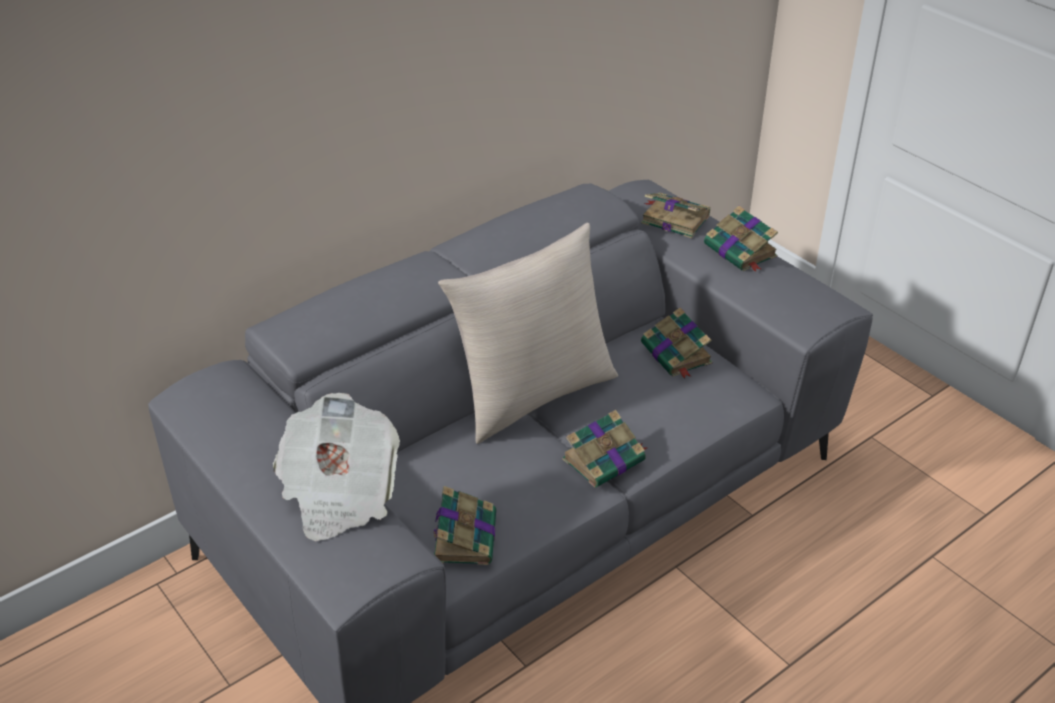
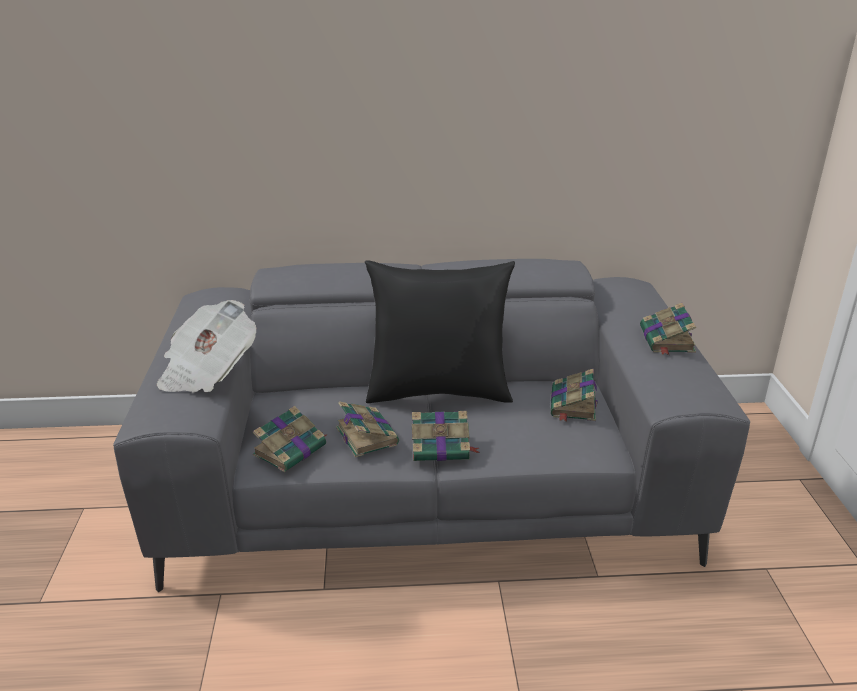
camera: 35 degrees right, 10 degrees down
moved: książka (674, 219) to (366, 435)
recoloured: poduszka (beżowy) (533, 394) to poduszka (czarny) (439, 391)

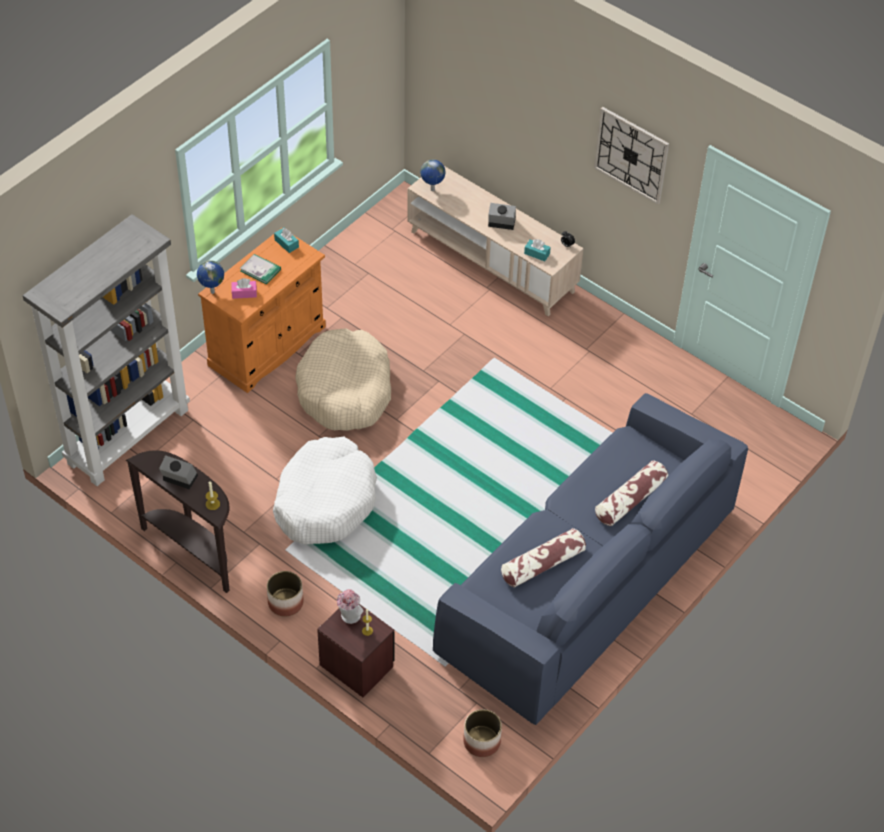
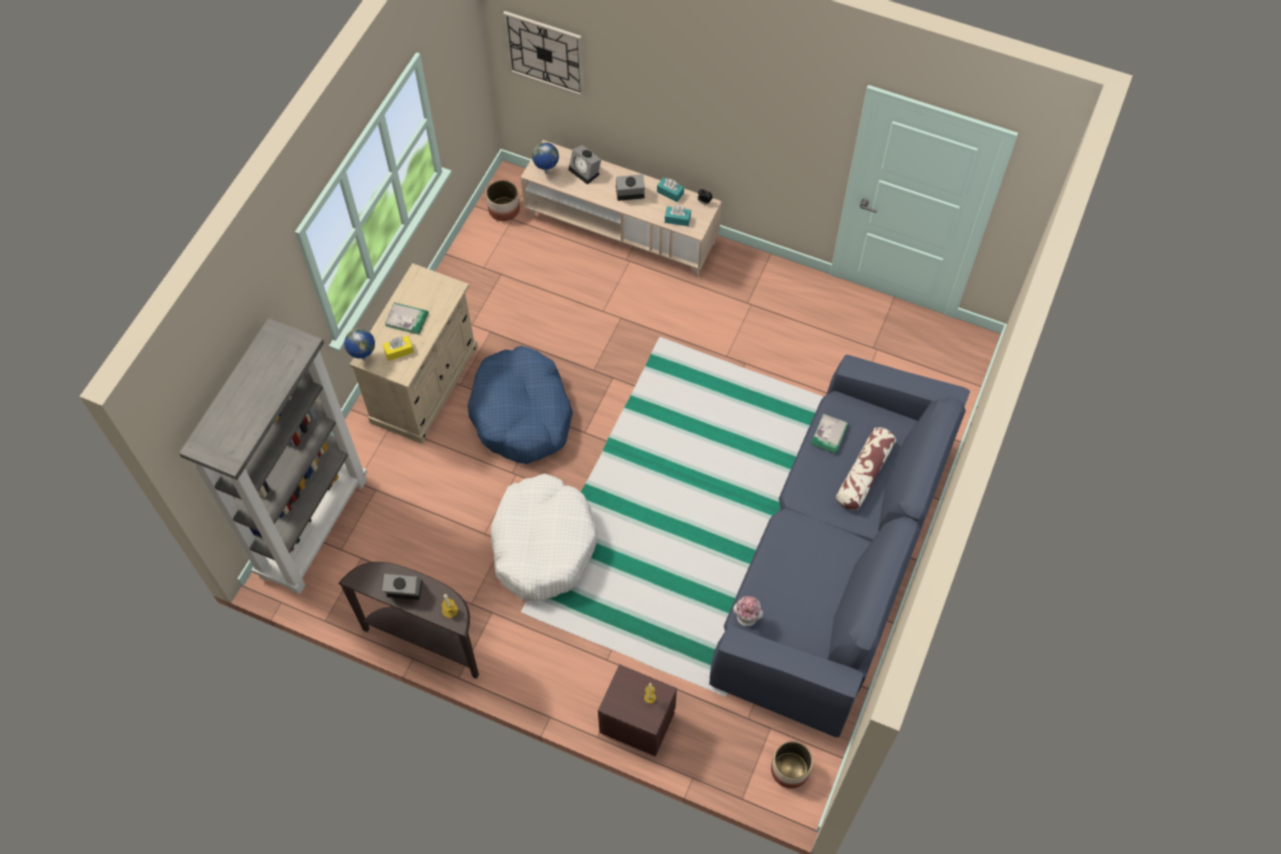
camera: 15 degrees left, 10 degrees up
removed: poduszka (542, 564)
added: budzik (585, 171); książka (829, 435)
moved: donica (285, 602) to (504, 209); pudełko chusteczek (turkusowy) (286, 243) to (670, 192); kapelusz (349, 617) to (746, 619); zegar ścienny (631, 155) to (545, 53)
recoloured: szafka (pomarańczowy) (267, 346) to szafka (beżowy) (425, 384); pudełko chusteczek (różowy) (244, 293) to pudełko chusteczek (żółty) (399, 351); legowisko (beżowy) (345, 390) to legowisko (niebieski) (522, 414)

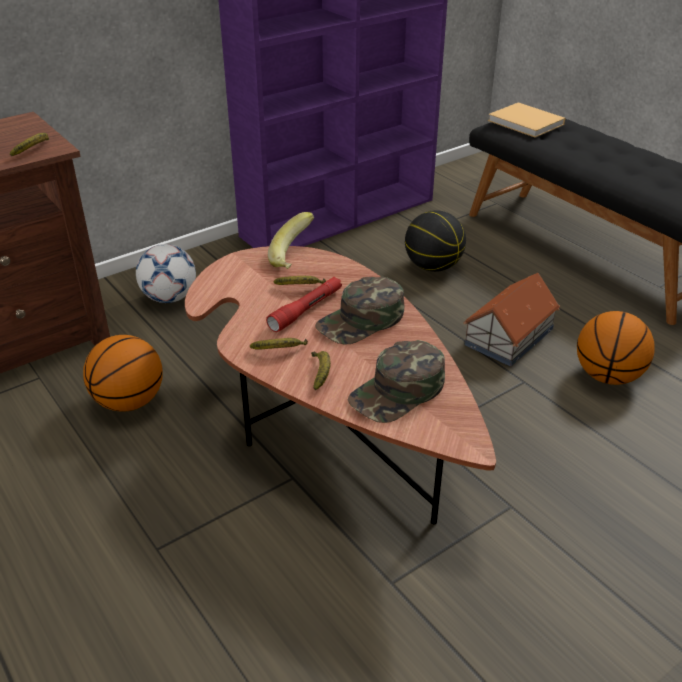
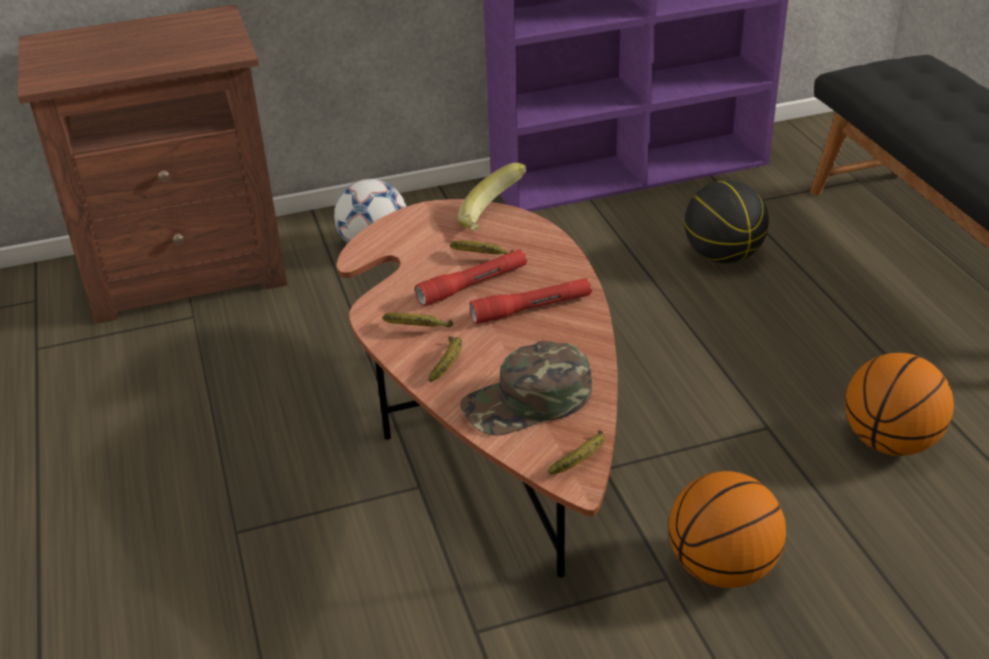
camera: 20 degrees right, 0 degrees up
removed: domek (510, 336); książka (beżowy) (527, 123)
moved: banan (35, 150) to (582, 460); piłka do koszykówki (130, 402) to (722, 568)
replaced: czapka z daszkiem (zielony) (361, 320) to latarka (czerwony) (531, 309)

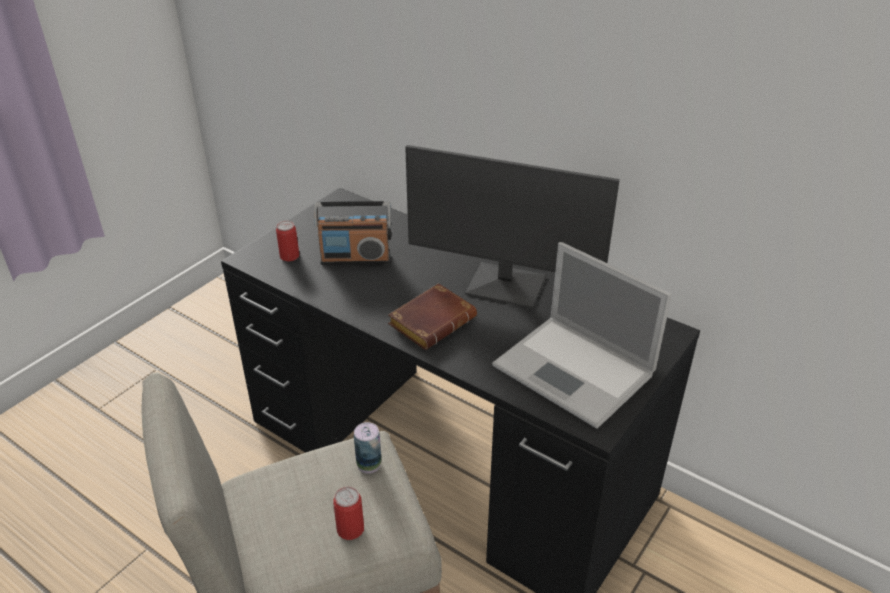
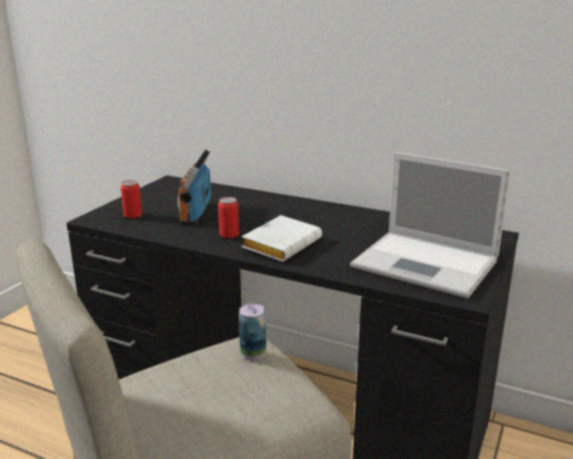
camera: 10 degrees left, 15 degrees down
removed: monitor (505, 286)
moved: puszka (350, 529) to (229, 235)
recoloured: książka (brązowy) (432, 320) to książka (biały) (281, 244)
turned: radio (355, 259) = (195, 213) 105 degrees clockwise

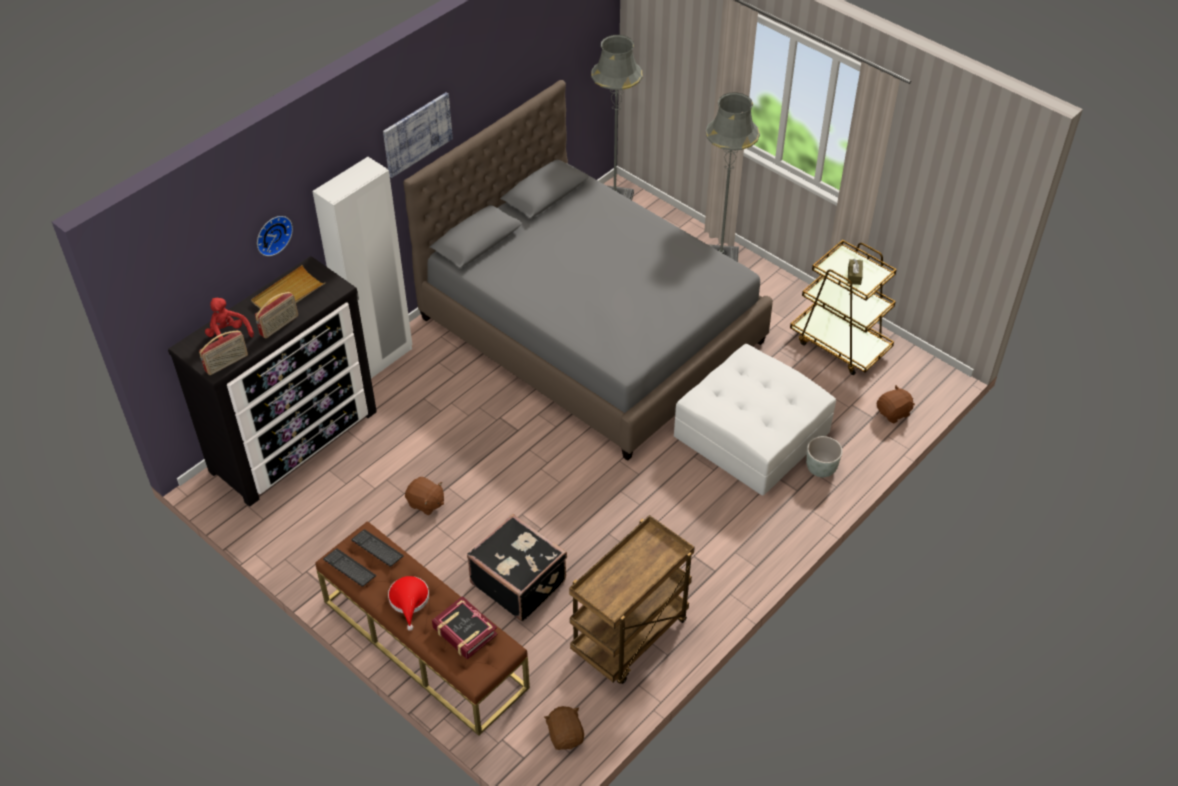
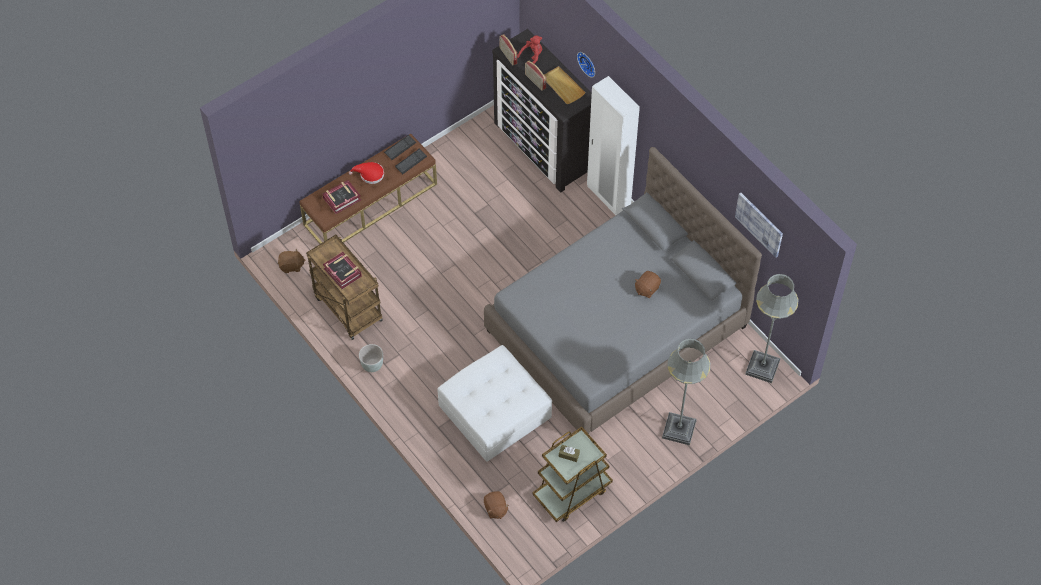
camera: 100 degrees right, 10 degrees up
removed: walizka (czarny) (519, 581)
added: książka (343, 272)
moved: obraz (417, 134) to (759, 224); pluszak (brązowy) (426, 503) to (646, 289); donica (szary) (821, 469) to (372, 365)

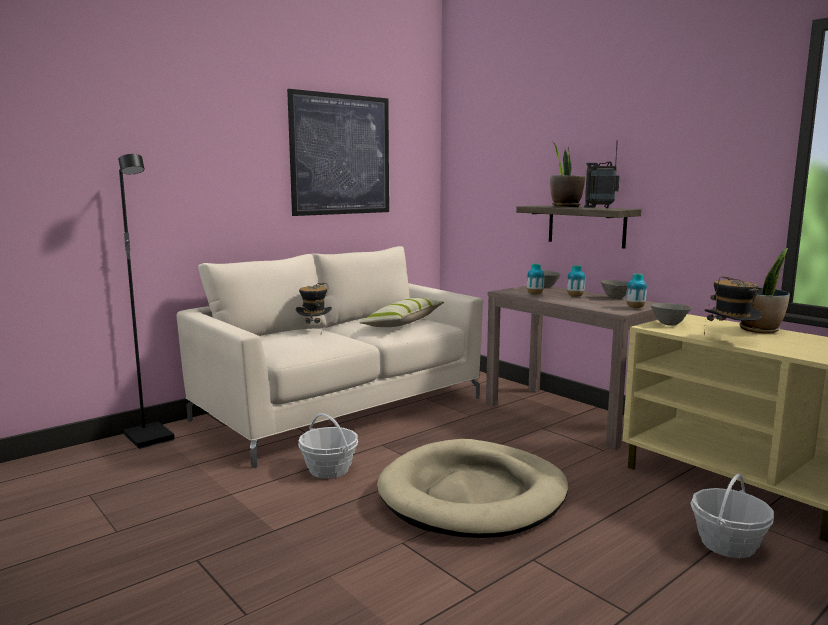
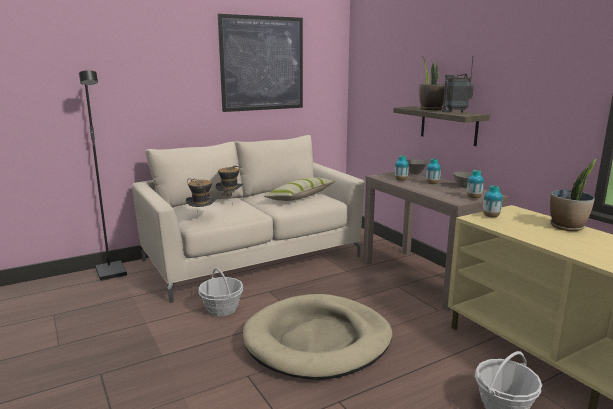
camera: 10 degrees right, 5 degrees up
moved: kapelusz (729, 340) to (202, 217)
replaced: miska (szary) (669, 324) to wazon (491, 216)

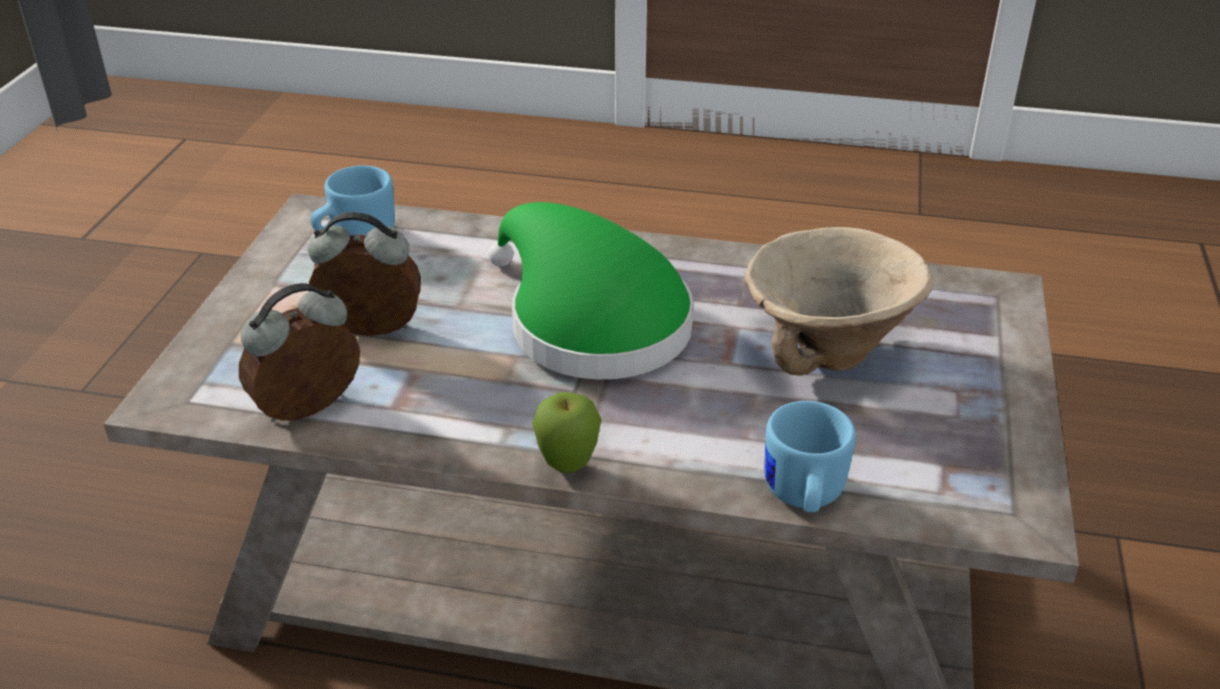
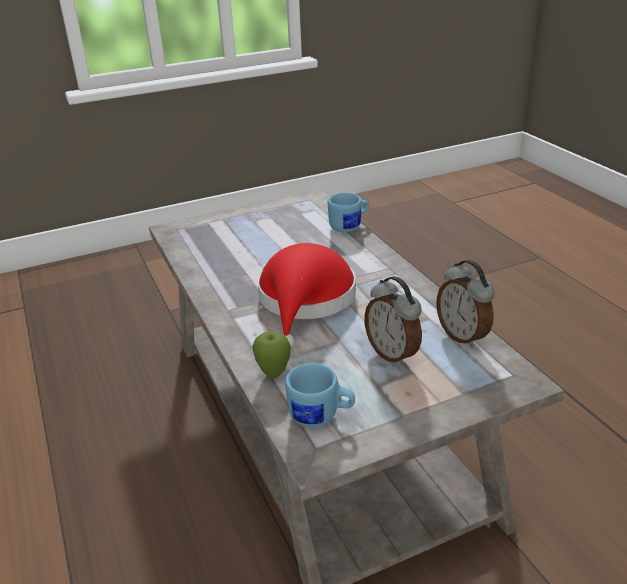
camera: 125 degrees left, 5 degrees down
removed: miska (beżowy) (826, 349)
moved: jabłko (567, 467) to (273, 374)
recoloured: kapelusz (zielony) (589, 323) to kapelusz (czerwony) (305, 301)
turned: budzik (311, 411) = (463, 336) 45 degrees clockwise

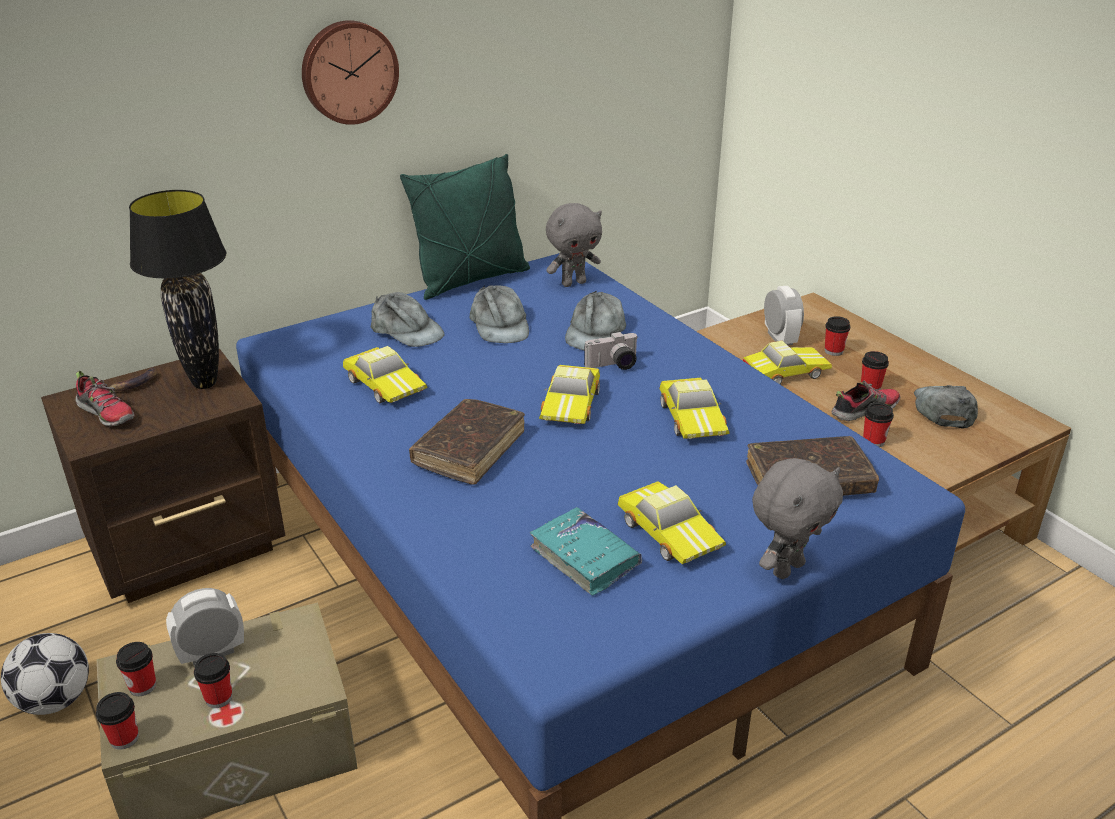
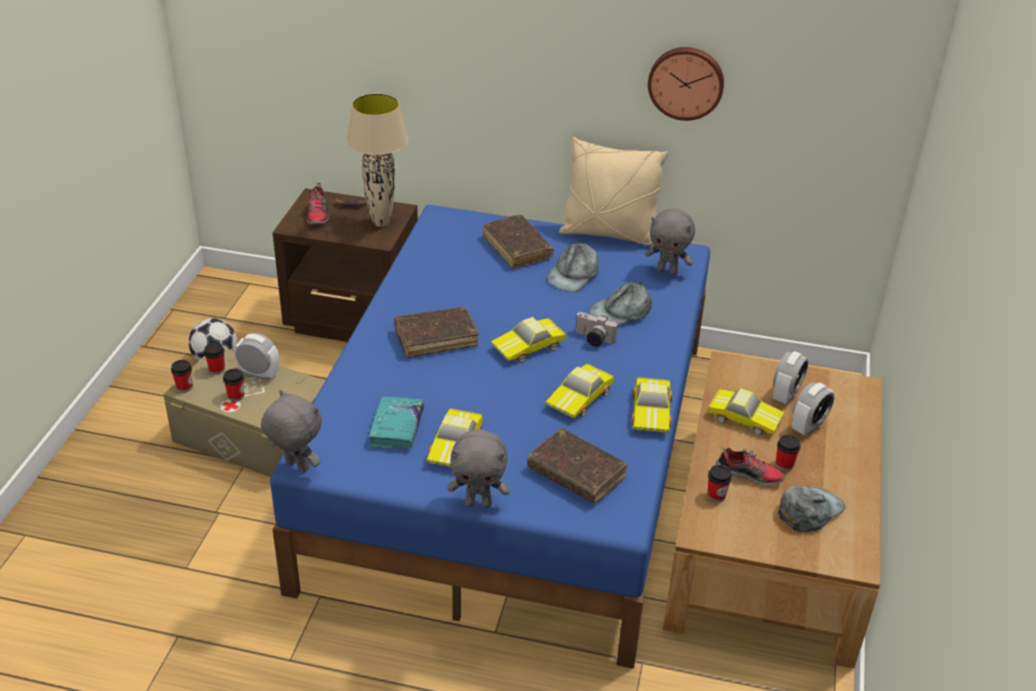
camera: 45 degrees right, 5 degrees up
added: pluszak (szary) (296, 467)
moved: zegar ścienny (348, 71) to (686, 82); samochodzik (386, 384) to (652, 412)
replaced: czapka z daszkiem (szary) (406, 330) to książka (brązowy) (517, 248); filiżanka (833, 351) to budzik (808, 426)
recoloured: lampa stołowa (czarny) (204, 383) to lampa stołowa (beżowy) (381, 222); poduszka (zielony) (471, 280) to poduszka (beżowy) (608, 234)

